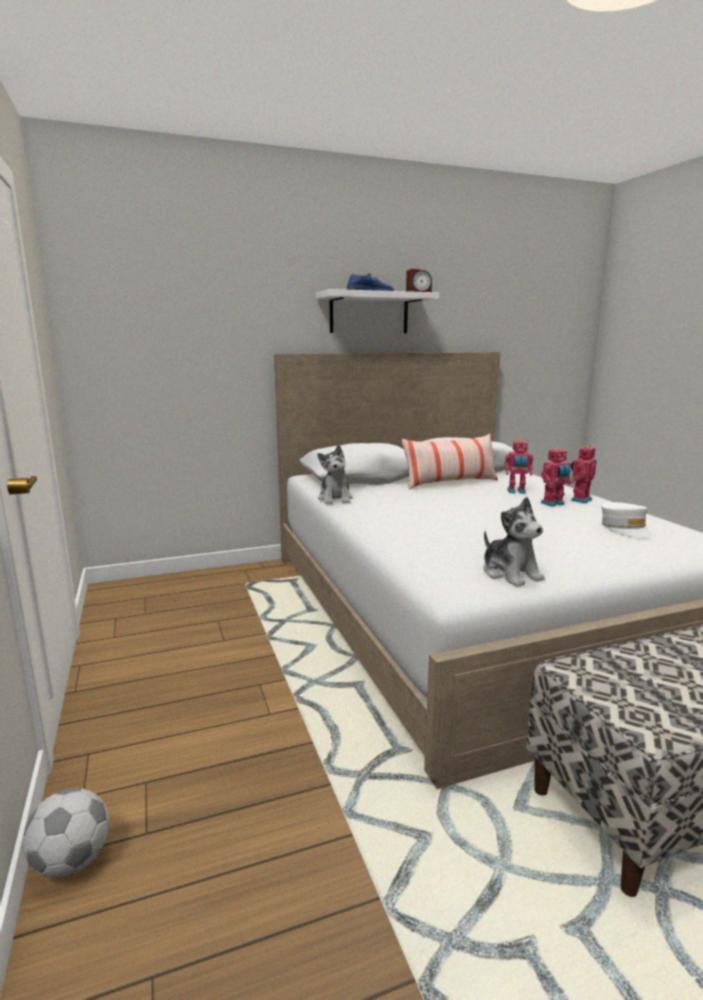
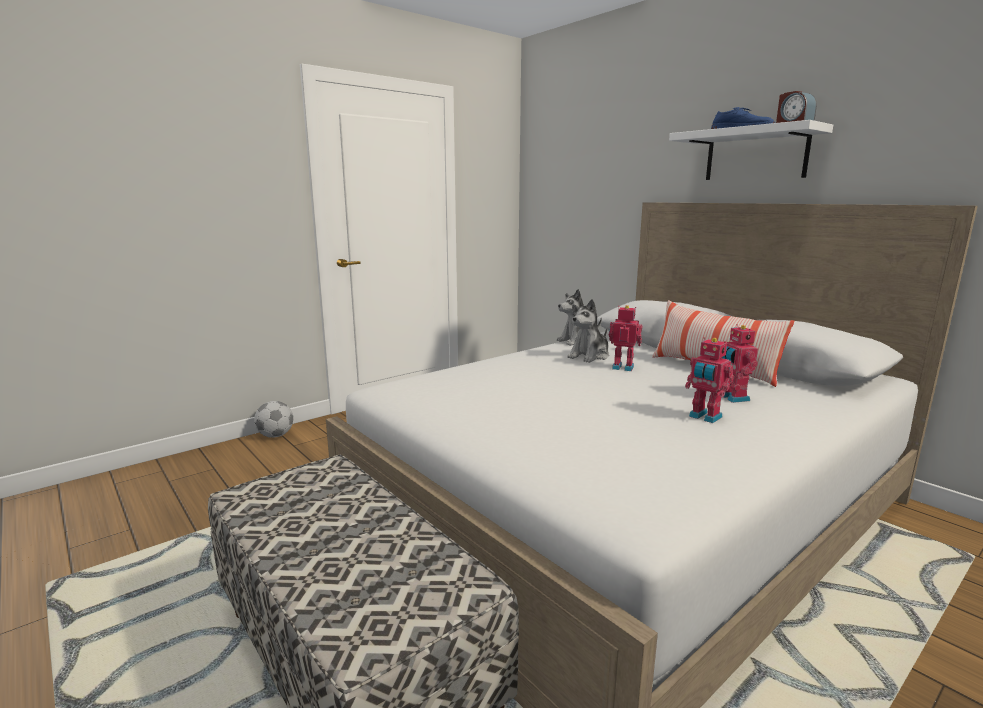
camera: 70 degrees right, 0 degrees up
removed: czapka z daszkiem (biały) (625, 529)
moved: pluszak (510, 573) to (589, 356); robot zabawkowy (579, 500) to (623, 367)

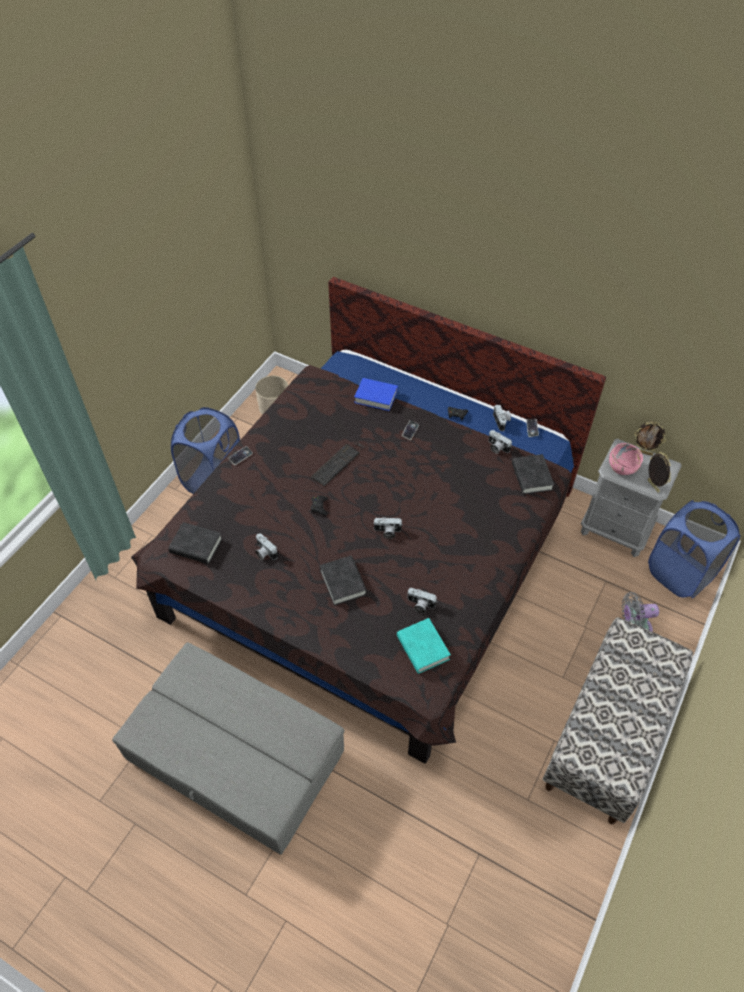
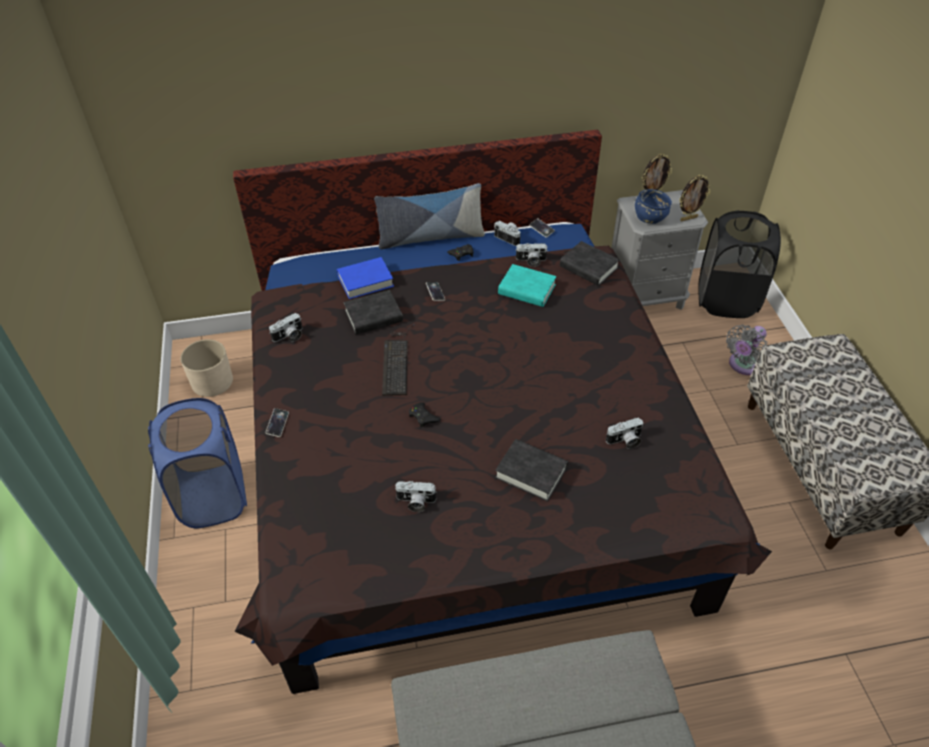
camera: 40 degrees left, 5 degrees down
added: poduszka (430, 237)
moved: książka (czarny) (196, 546) to (373, 316); aparat fotograficzny (387, 532) to (289, 336); książka (turkusowy) (423, 648) to (526, 290)
recoloured: miska (różowy) (621, 468) to miska (niebieski) (650, 218); kosz na pranie (niebieski) (680, 573) to kosz na pranie (czarny) (726, 300)
turned: ramka na zdjęcie (652, 486) = (688, 218) 135 degrees clockwise

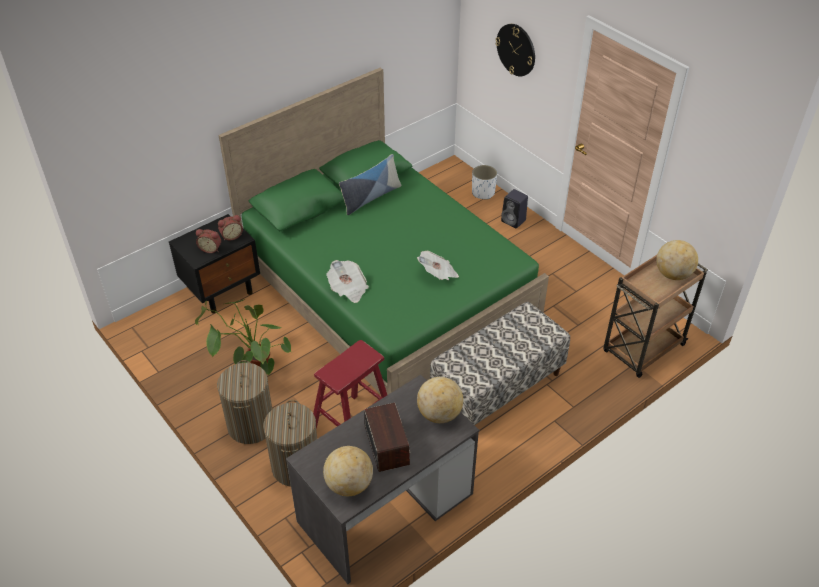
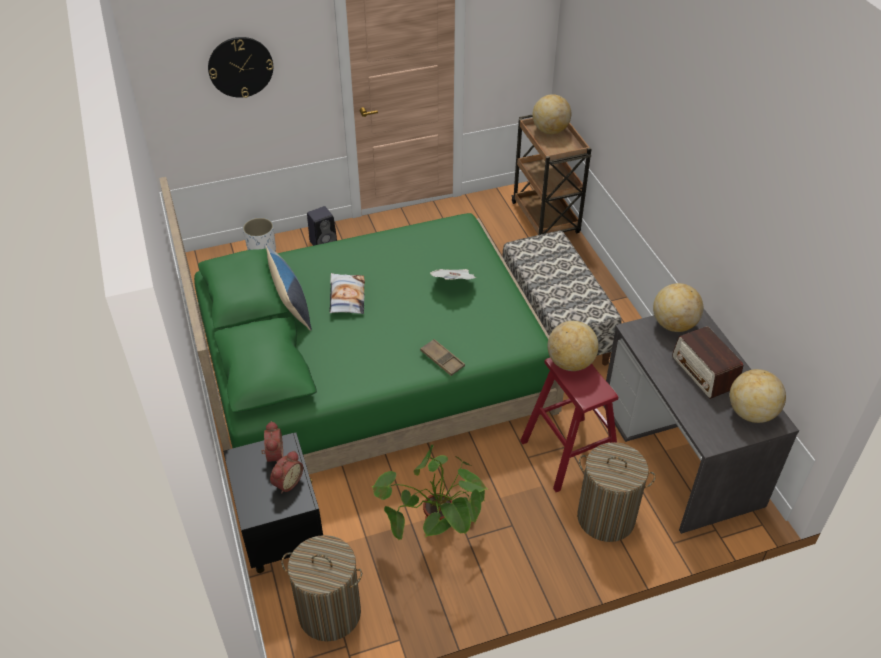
camera: 70 degrees left, 0 degrees up
added: poduszka (346, 297); globus (570, 363)
moved: kosz na pranie (251, 425) to (329, 613)
replaced: gazeta (348, 289) to taca (brązowy) (442, 360)
turned: radio (386, 444) = (704, 372) 120 degrees counterclockwise

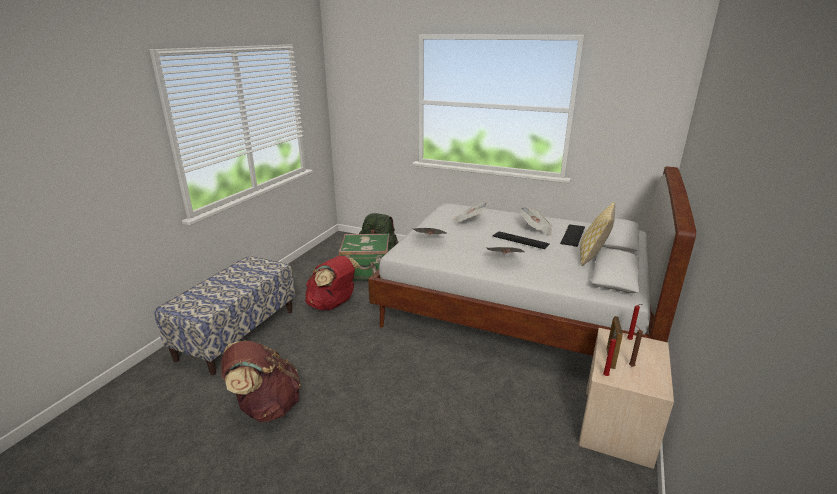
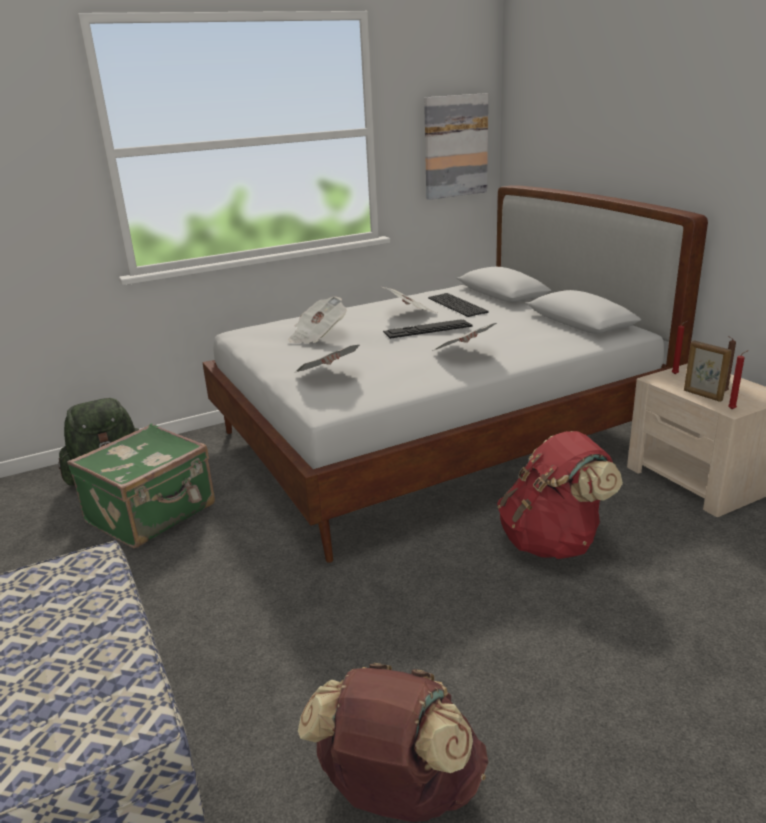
camera: 50 degrees left, 0 degrees up
removed: poduszka (592, 256)
added: obraz (455, 146)
moved: plecak (czerwony) (333, 305) to (553, 542)

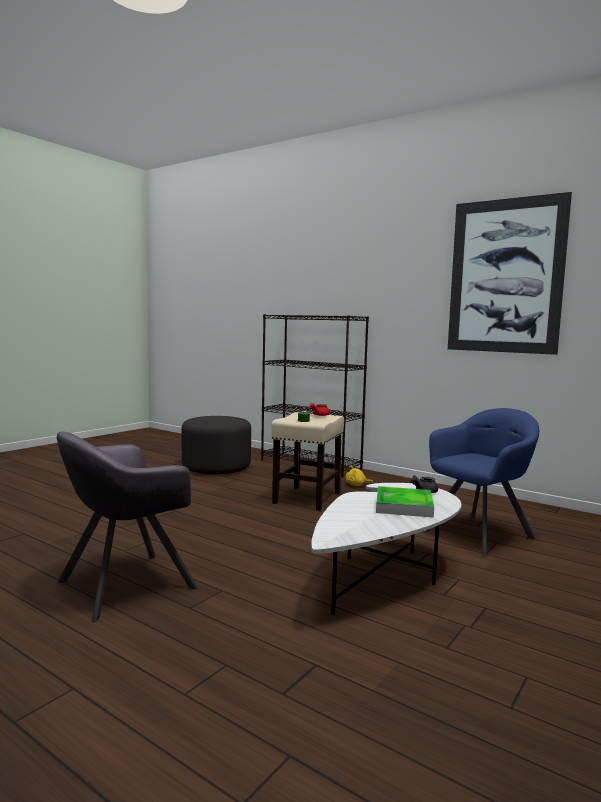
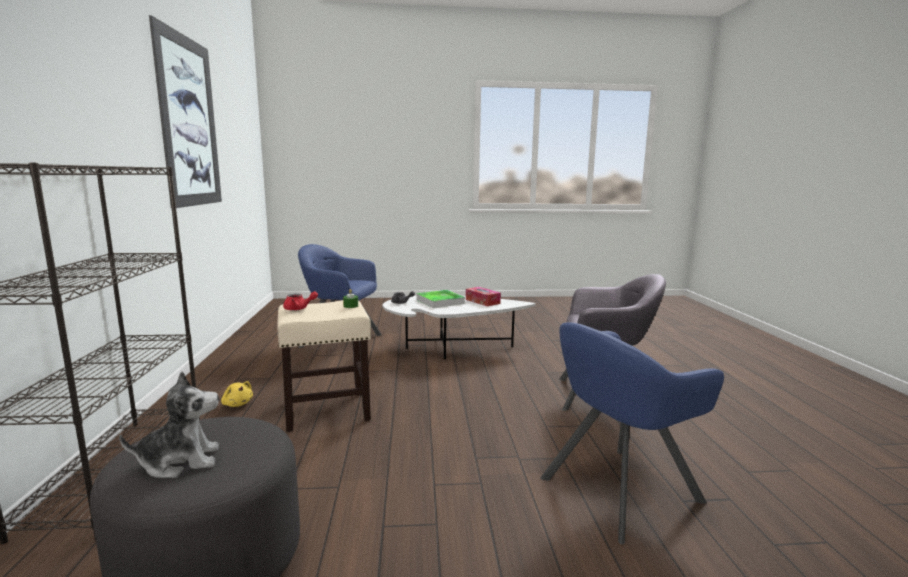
camera: 130 degrees left, 5 degrees up
added: pluszak (180, 461); pudełko chusteczek (482, 301); fotel (niebieski) (618, 489)

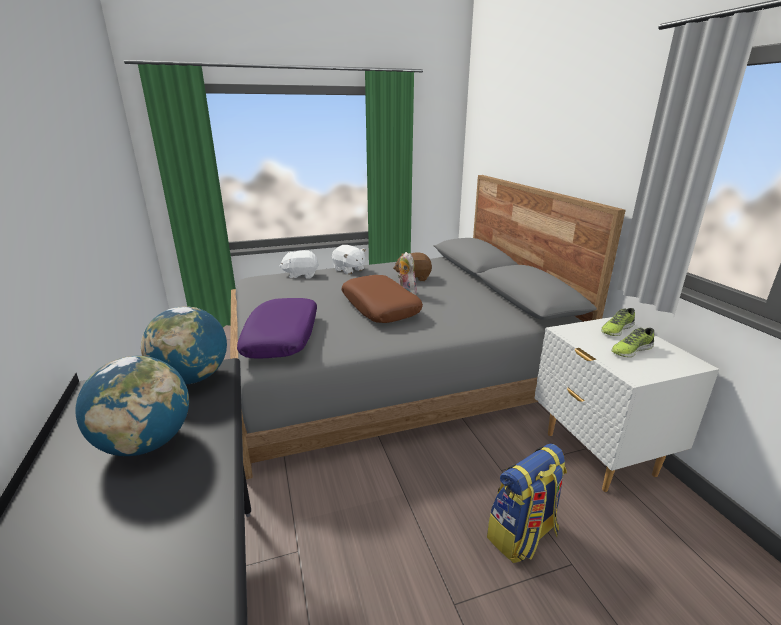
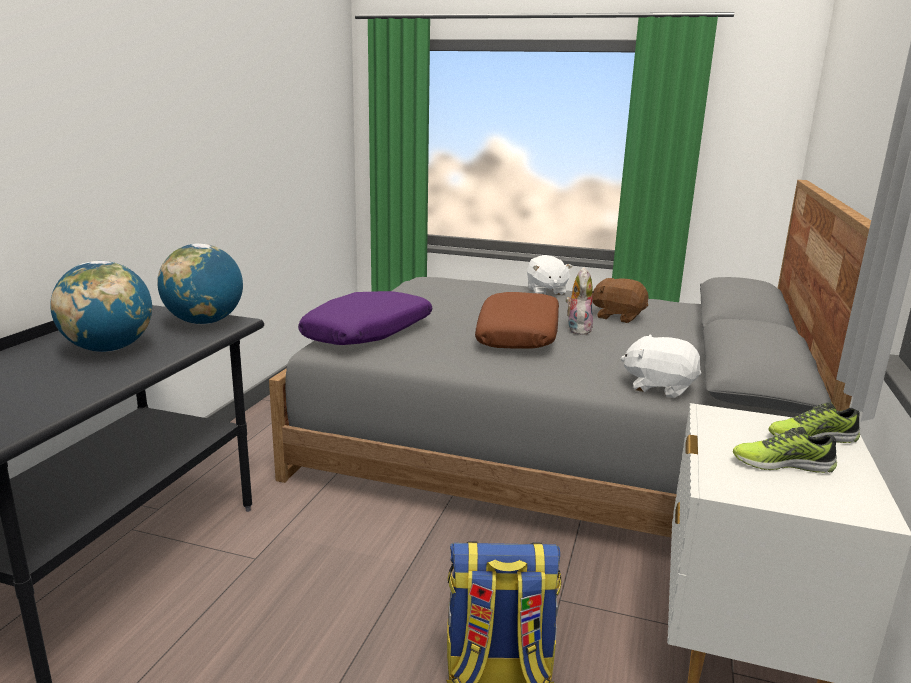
camera: 35 degrees right, 5 degrees down
moved: pluszak (biały) (301, 275) to (659, 387)

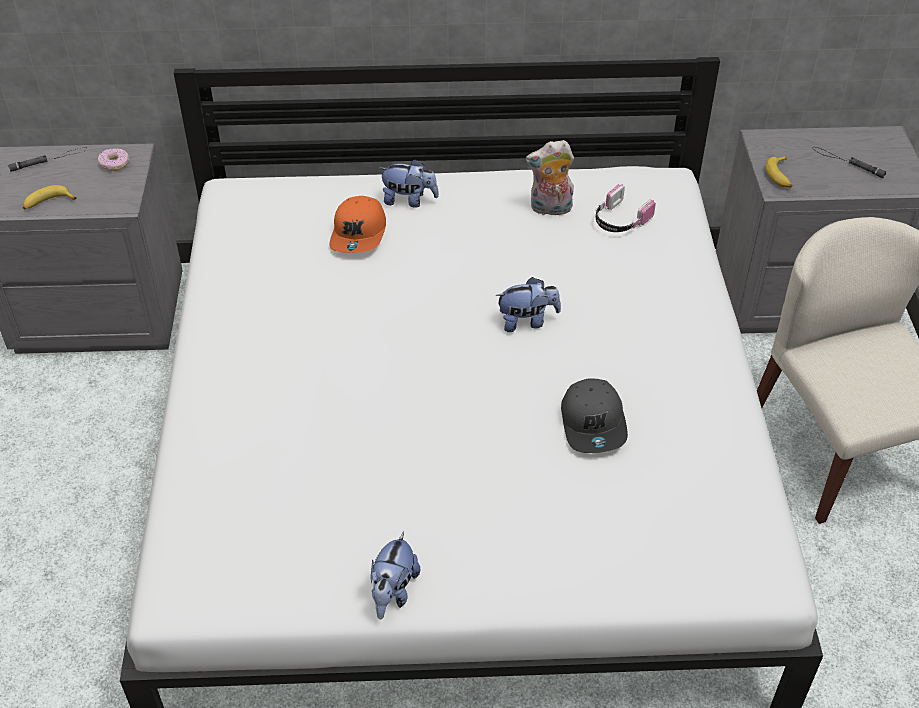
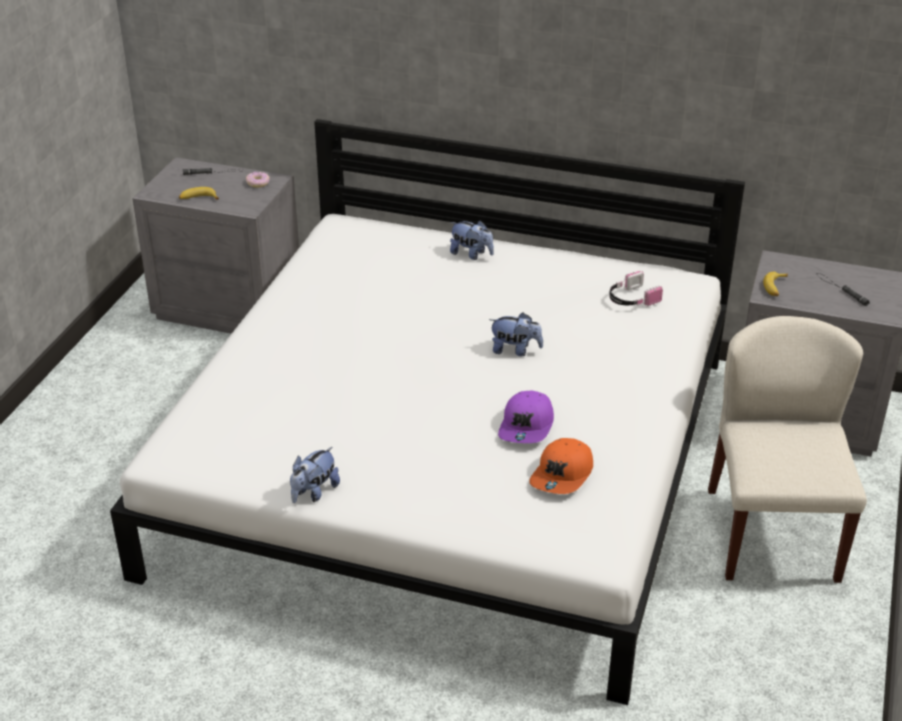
camera: 20 degrees right, 10 degrees down
removed: pluszak (550, 209)
moved: czapka z daszkiem (pomarańczowy) (359, 234) to (563, 475)
recoloured: czapka z daszkiem (szary) (594, 423) to czapka z daszkiem (fioletowy) (527, 426)

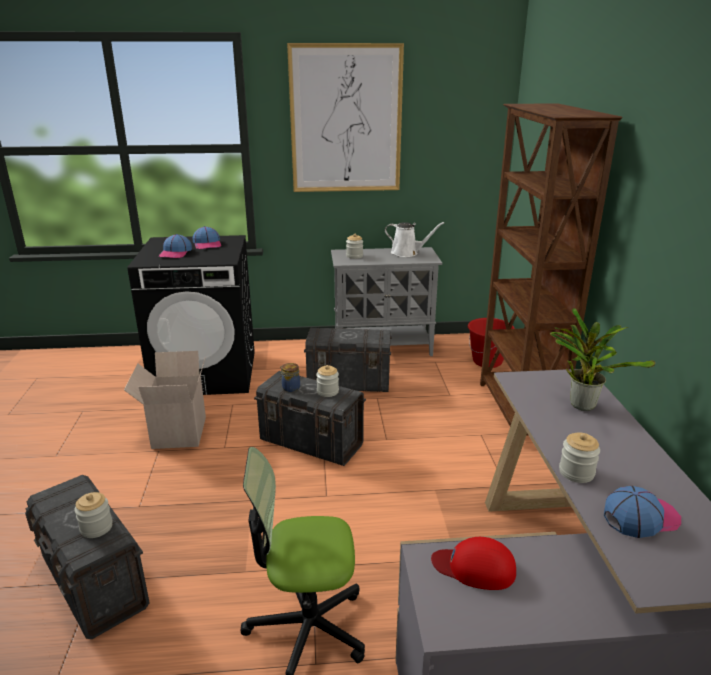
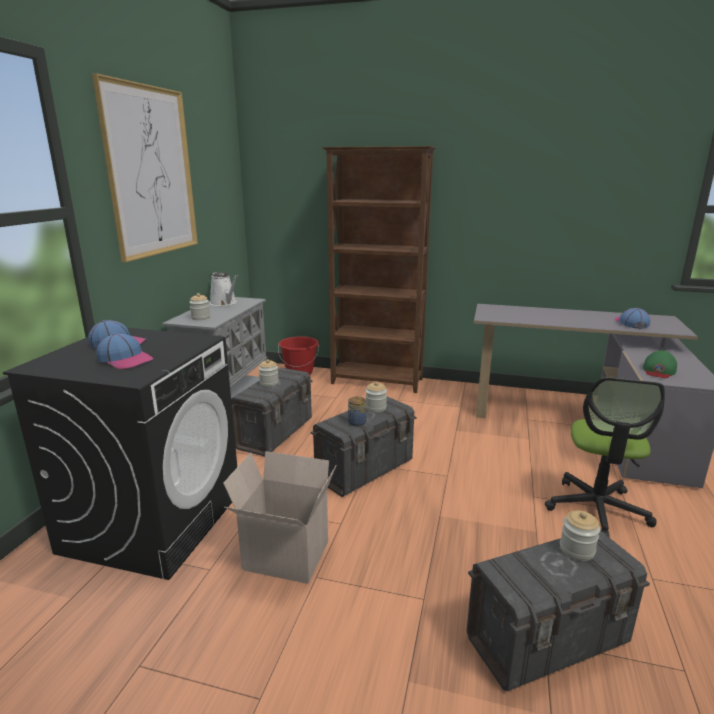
camera: 70 degrees left, 5 degrees down
removed: roślina doniczkowa (581, 403)
moved: słoik (576, 472) to (269, 383)
recoloured: czapka z daszkiem (czerwony) (474, 567) to czapka z daszkiem (zielony) (659, 370)
turned: konewka (biały) (407, 253) = (224, 303) 105 degrees clockwise

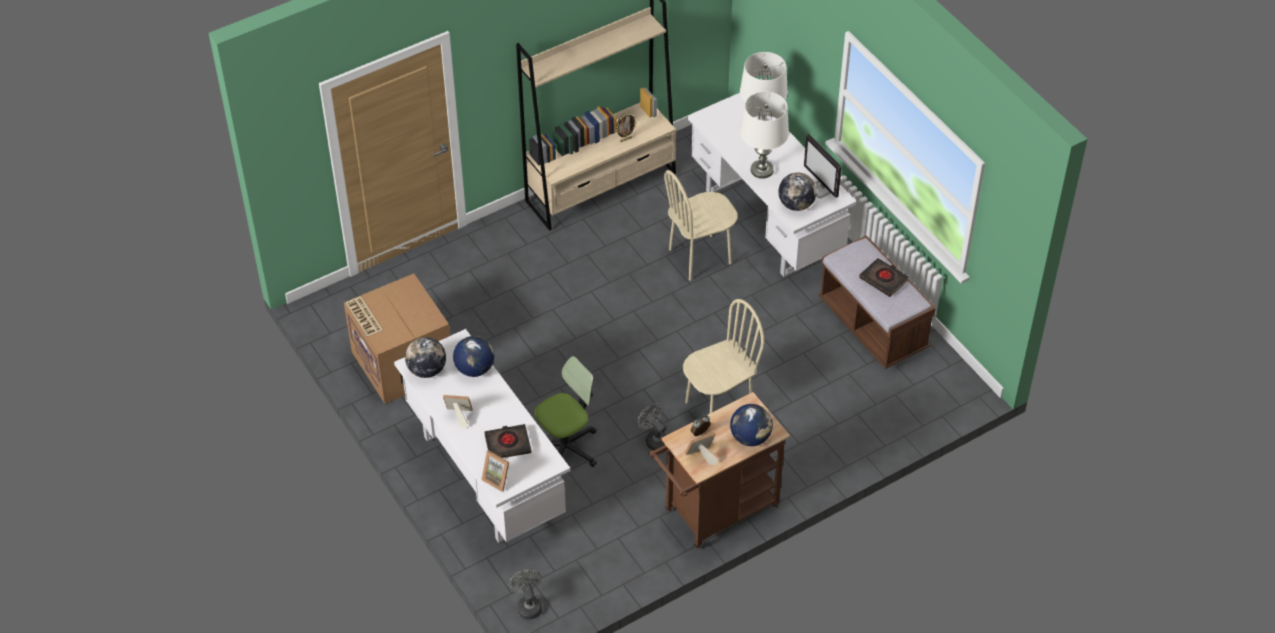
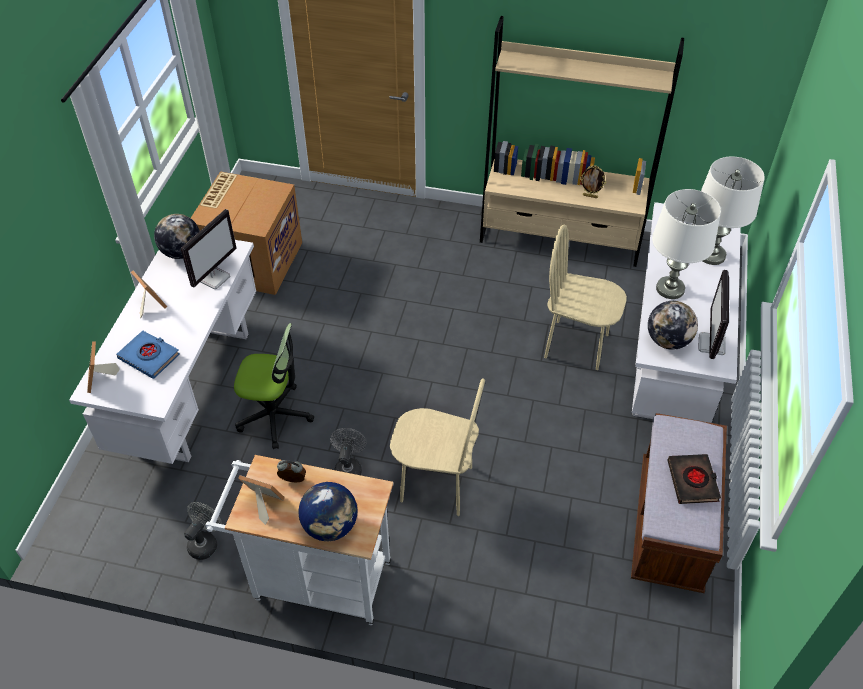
camera: 45 degrees right, 0 degrees up
moved: wentylator (szary) (528, 605) to (205, 542)
replaced: globus (474, 369) to monitor (214, 277)
recoloured: książka (czarny) (508, 444) to książka (niebieski) (149, 357); wózek (brązowy) (715, 512) to wózek (biały) (314, 579)

